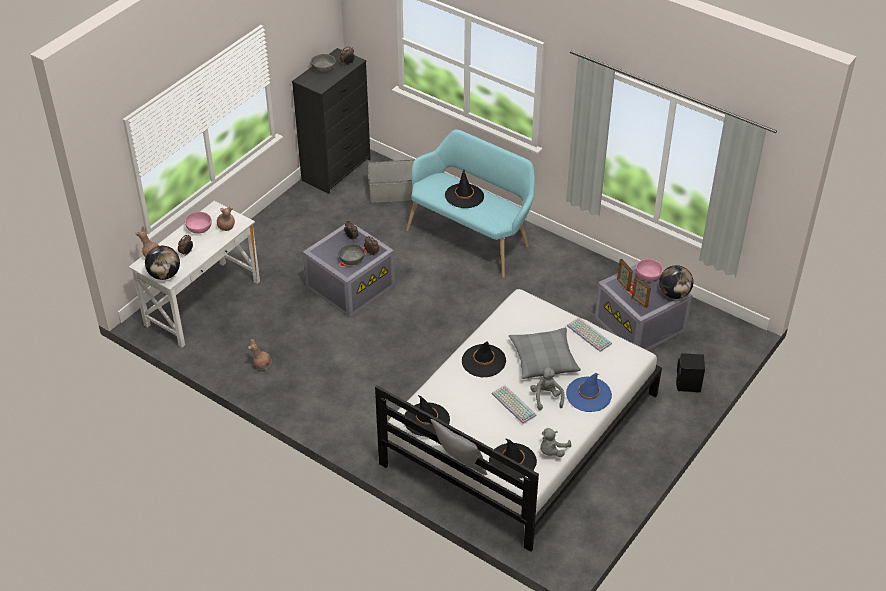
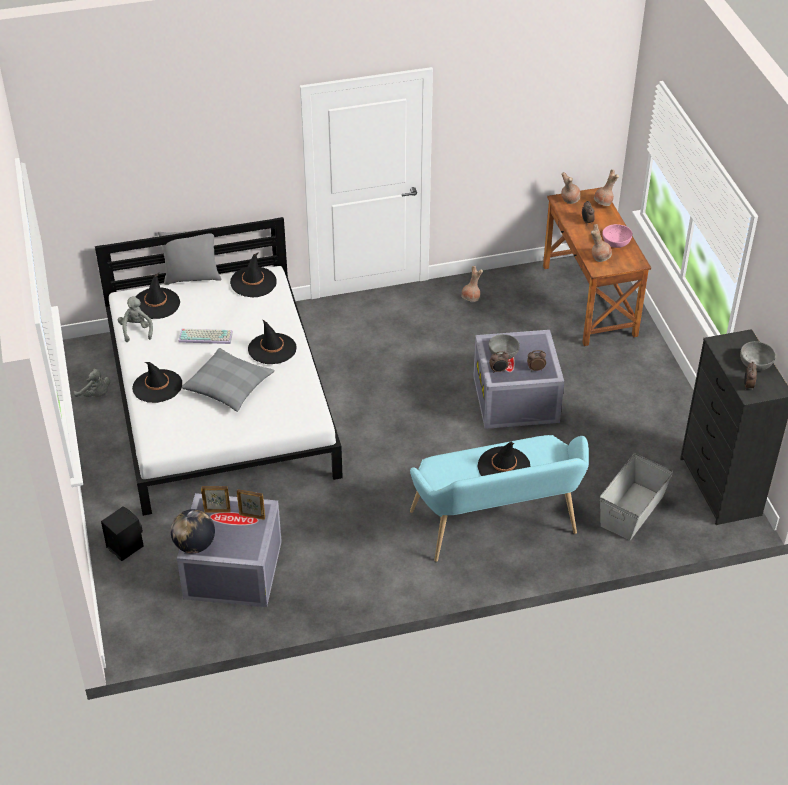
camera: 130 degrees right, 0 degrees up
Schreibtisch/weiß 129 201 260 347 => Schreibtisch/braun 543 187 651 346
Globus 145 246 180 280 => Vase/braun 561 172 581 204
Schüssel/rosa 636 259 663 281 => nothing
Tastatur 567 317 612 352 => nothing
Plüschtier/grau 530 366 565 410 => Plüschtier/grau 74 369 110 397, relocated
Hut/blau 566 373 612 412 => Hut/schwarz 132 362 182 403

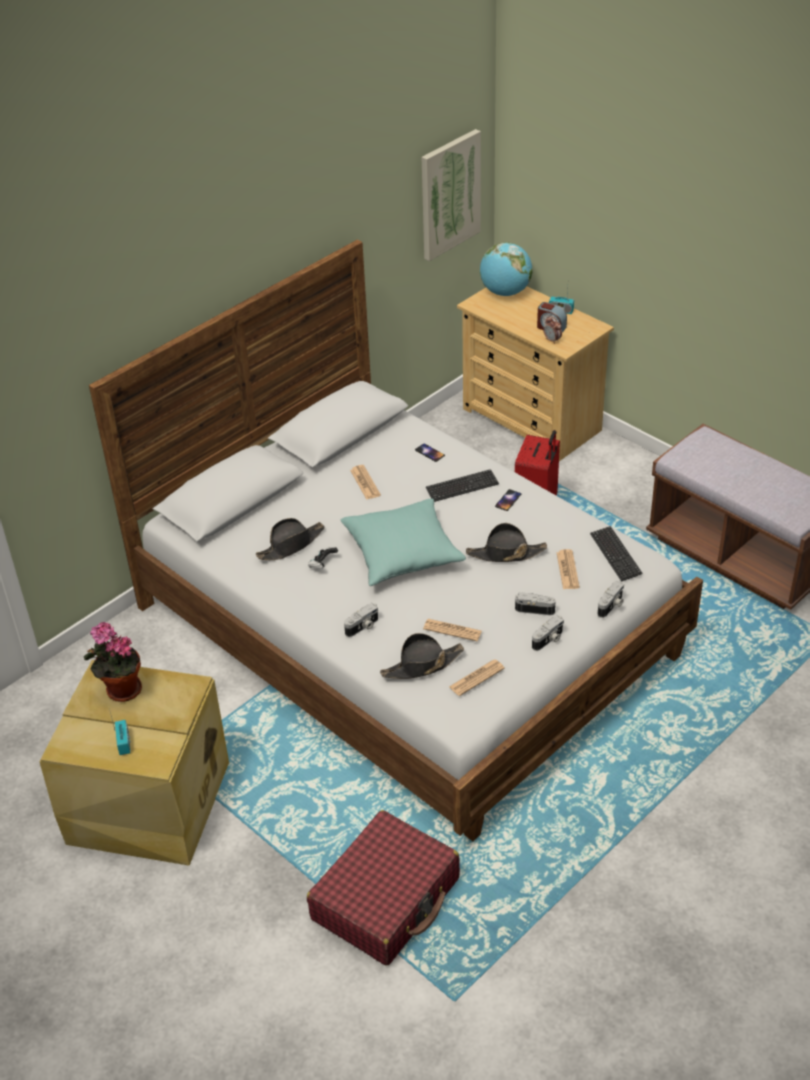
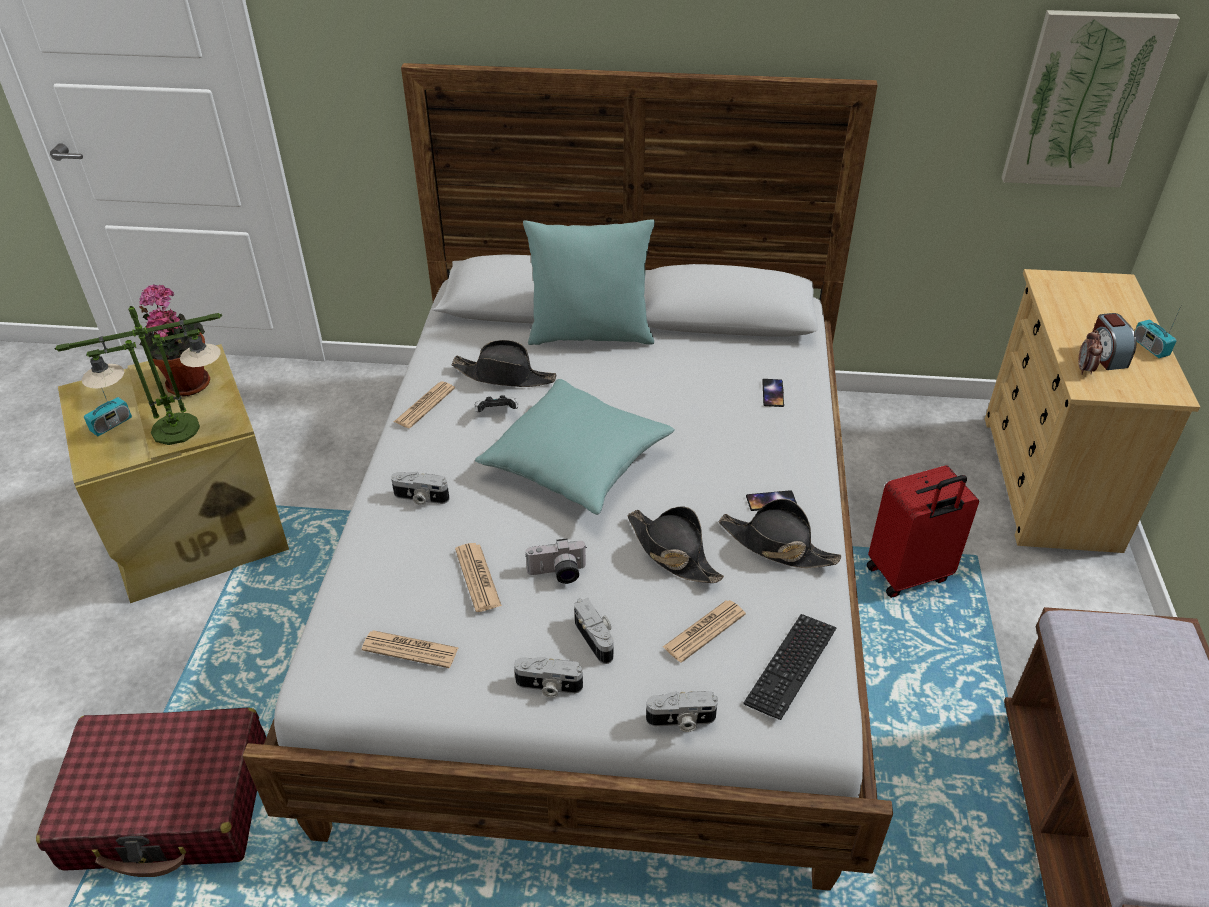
camera: 50 degrees right, 0 degrees up
Globus 480 242 533 296 => nothing
Zeitung 350 465 381 500 => Zeitung 394 382 455 428, relocated
Tastatur 426 469 499 502 => nothing
Hut/schwarz 380 633 464 679 => Hut/schwarz 719 499 841 568, relocated
nothing => Kissen/türkis 523 220 655 345
nothing => Tischlampe 54 306 222 445
nothing => Kamera 525 538 586 584

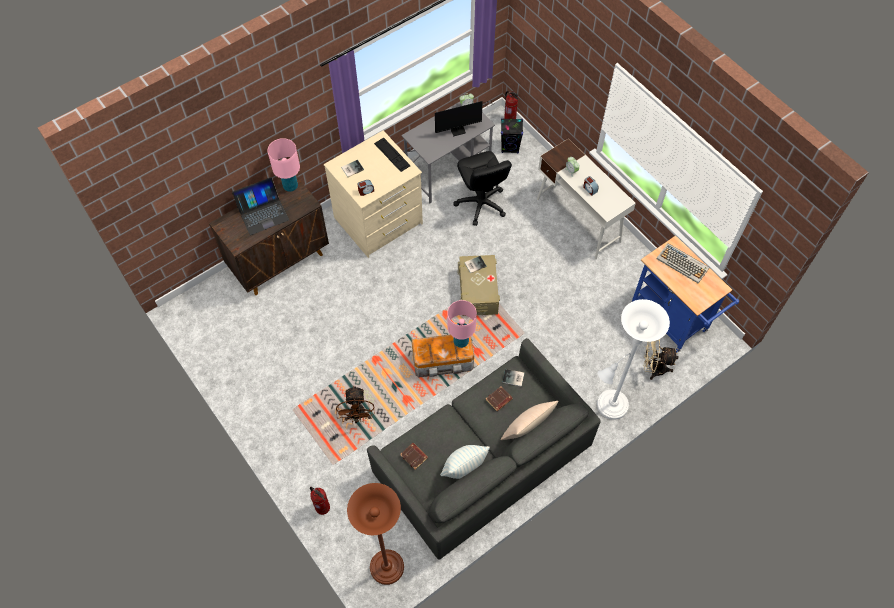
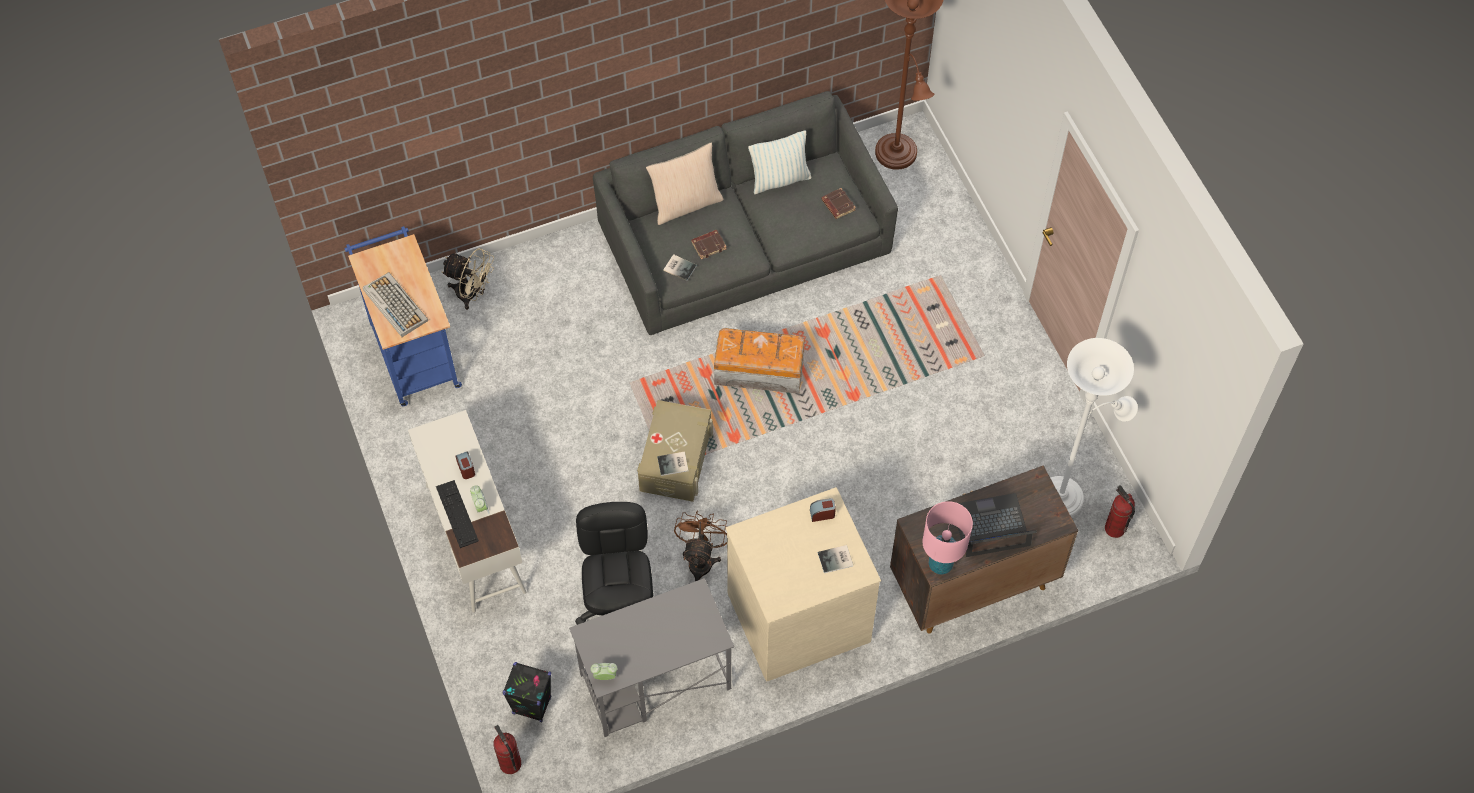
camera: 165 degrees left, 0 degrees up
Monitor 435 100 494 137 => nothing
Tastatur 374 137 411 172 => Tastatur 436 480 479 548, relocated
Stehlampe/weiß 597 299 670 420 => Stehlampe/weiß 1050 338 1138 517, relocated
Tischlampe/rosa 447 300 477 348 => nothing
Ventilator/braun 336 386 374 423 => Ventilator/braun 674 510 727 581, relocated
Feuerlöscher 310 487 330 515 => Feuerlöscher 1105 485 1135 538, relocated

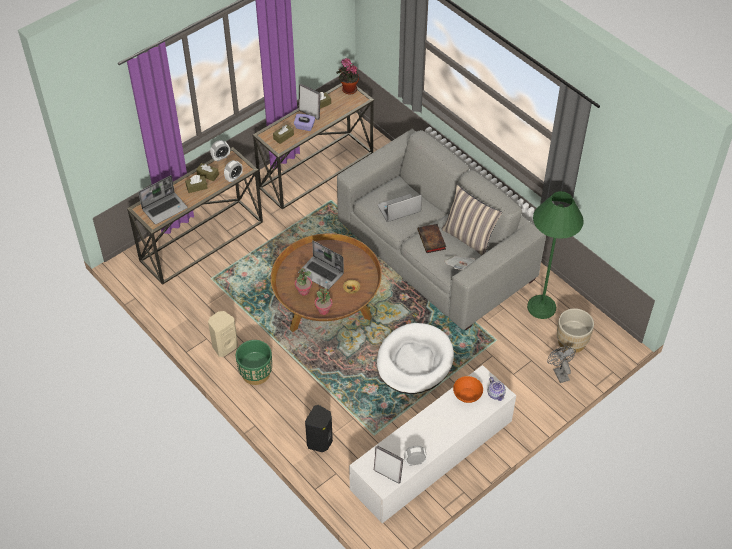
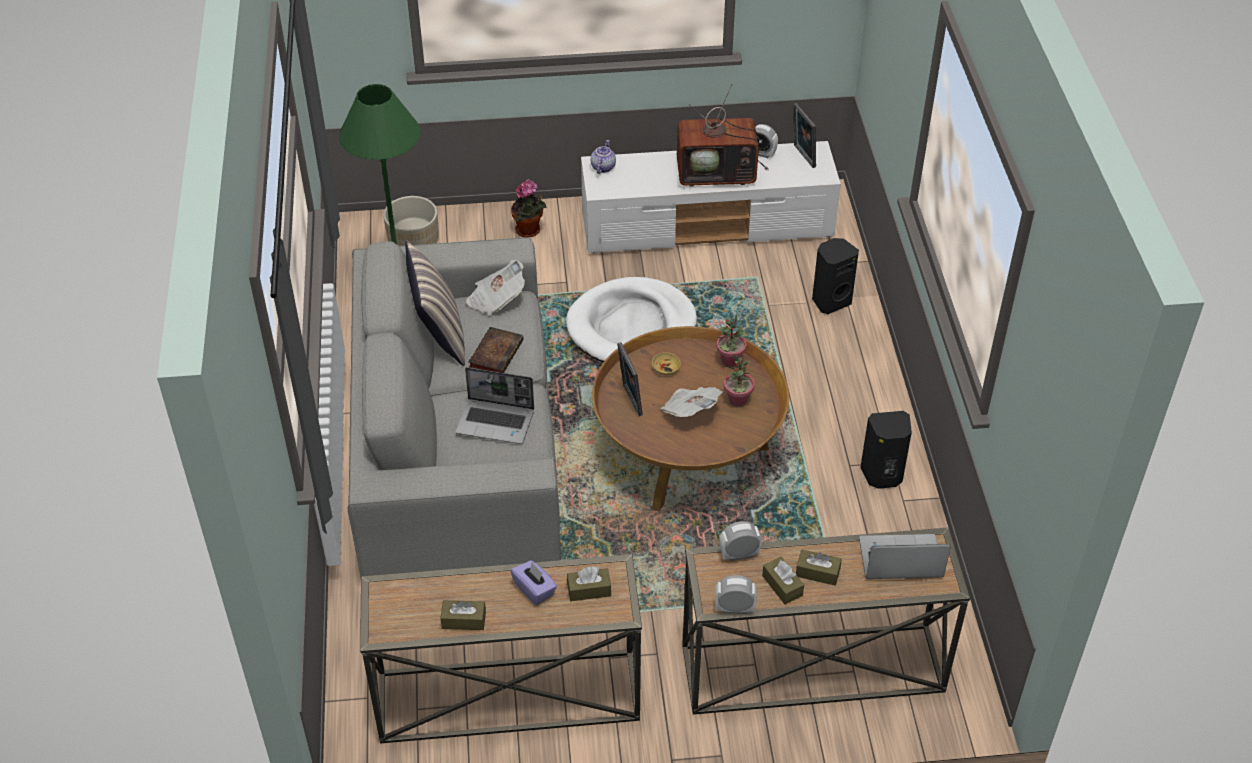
camera: 145 degrees left, 5 degrees down
Topfpflanze 336 58 359 95 => Topfpflanze 511 179 546 238, relocated
Bilderrahmen 299 84 321 120 => Bilderrahmen 617 342 643 416, relocated
Laptop 298 240 344 290 => Zeitung 660 387 723 417
Lautsprecher/beige 208 311 238 357 => Lautsprecher/schwarz 860 411 912 489
Pflanzkübel/grün 236 340 272 385 => nothing
Ventilator/grau 547 346 576 383 => nothing
Schüssel/orange 453 376 483 403 => nothing
nothing => Fernseher 677 84 769 187

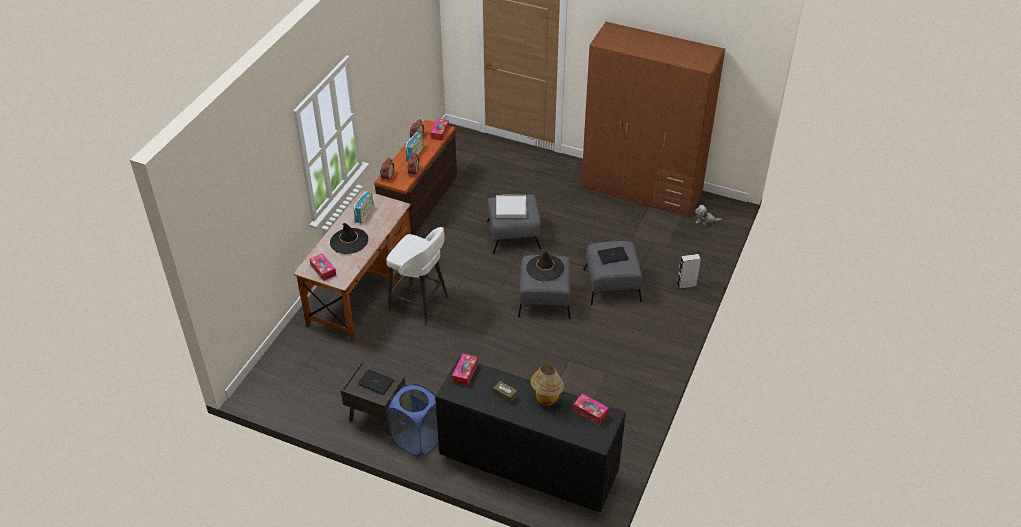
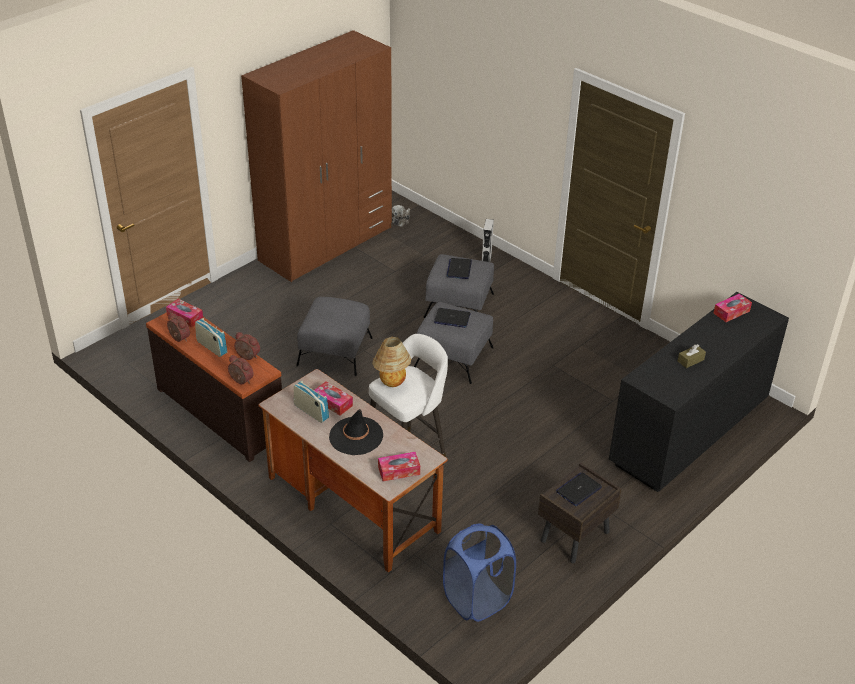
camera: 70 degrees left, 5 degrees down
Tablett/weiß 496 195 527 218 => nothing
Hut/schwarz 526 251 564 281 => Laptop 434 308 470 328
Taschentuchbox 452 353 478 386 => Taschentuchbox 314 382 353 415, relocated
Tischlampe 531 364 564 406 => Tischlampe 372 337 411 387, relocated
Wäschekorb/blau 387 384 439 457 => Wäschekorb/blau 443 523 516 622, relocated

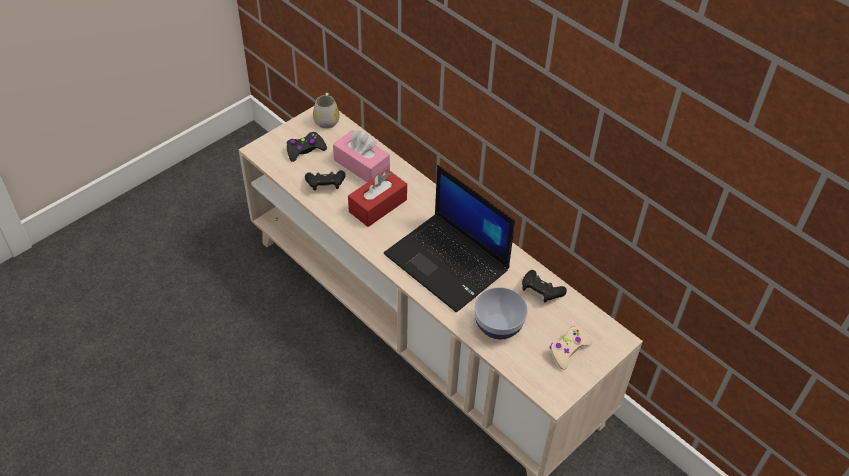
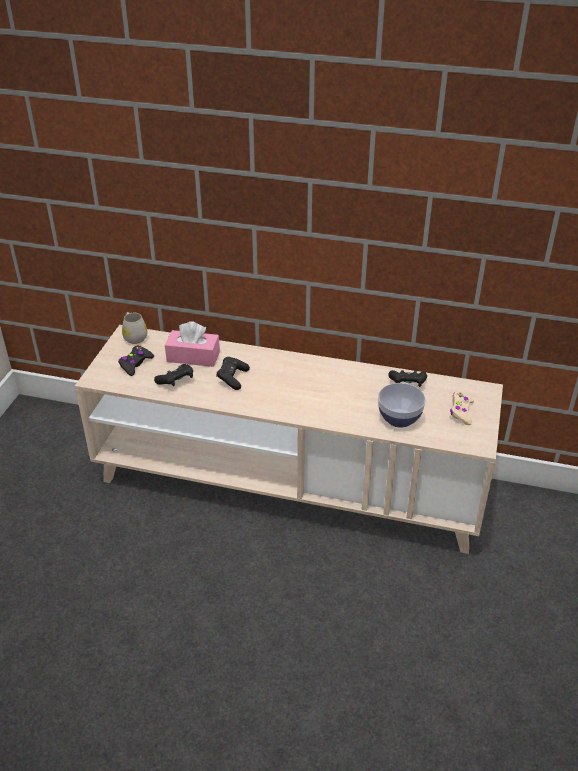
camera: 30 degrees left, 10 degrees down
Laptop 384 165 515 312 => nothing
Taschentuchbox/rot 348 169 407 227 => Gamepad/schwarz 216 357 250 390

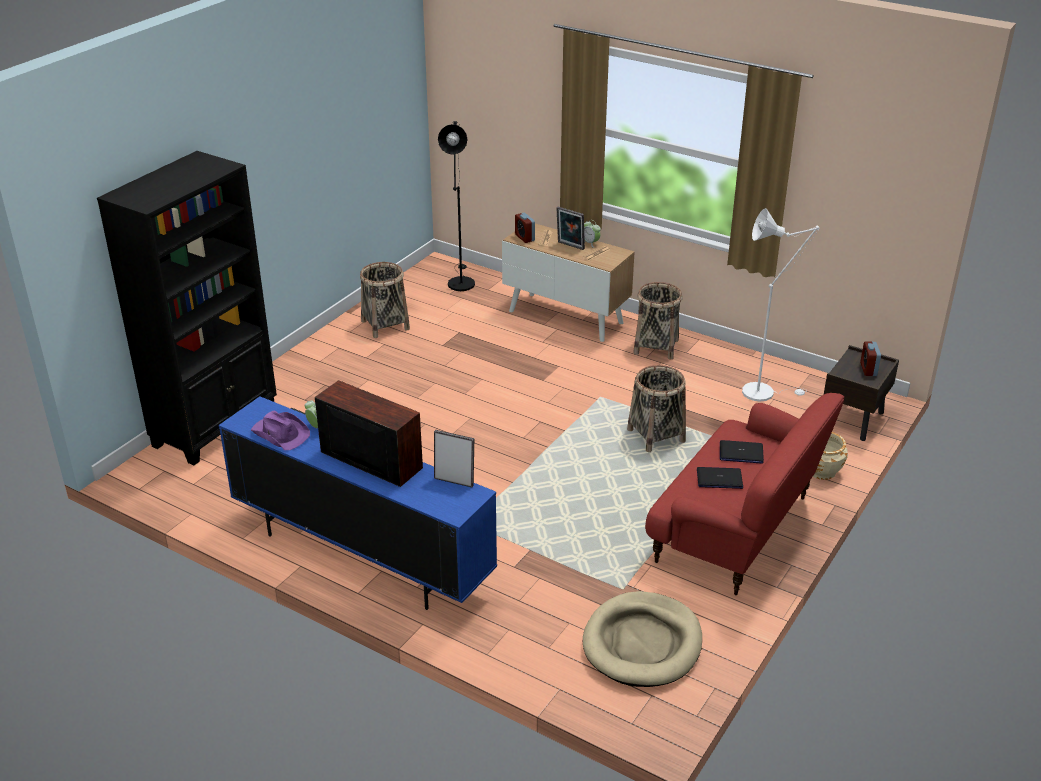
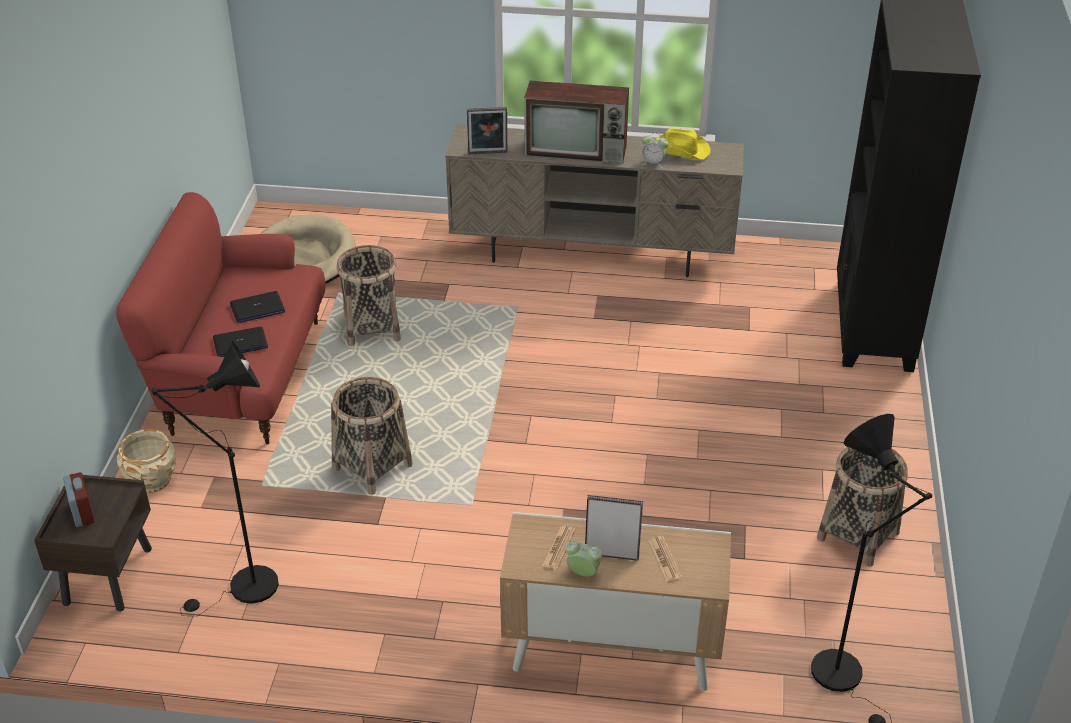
camera: 155 degrees right, 5 degrees up
Stehlampe/weiß 742 208 820 402 => Stehlampe/schwarz 151 341 279 616
Wecker 515 213 535 243 => nothing
Korb 633 282 682 360 => Korb 337 245 401 347, relocated
Fernsehschrank/blau 219 396 497 610 => Fernsehschrank/beige 445 125 744 277
Hut/lila 251 410 310 450 => Hut/gelb 656 128 711 160

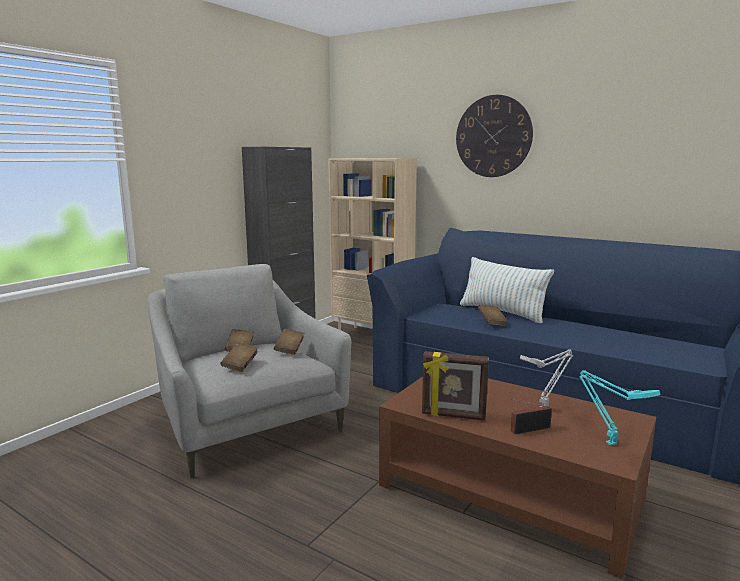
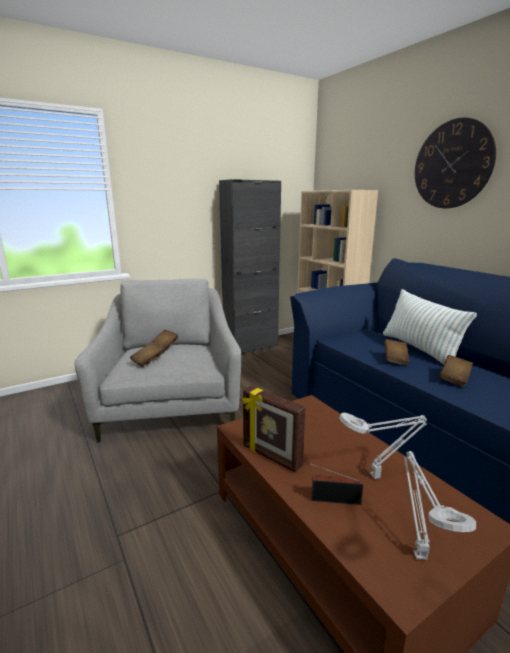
camera: 25 degrees right, 5 degrees up
Buch/braun 274 329 304 355 => Buch/braun 439 355 473 387, relocated
Tischlampe/türkis 579 370 660 445 => Tischlampe/grau 404 451 476 560

